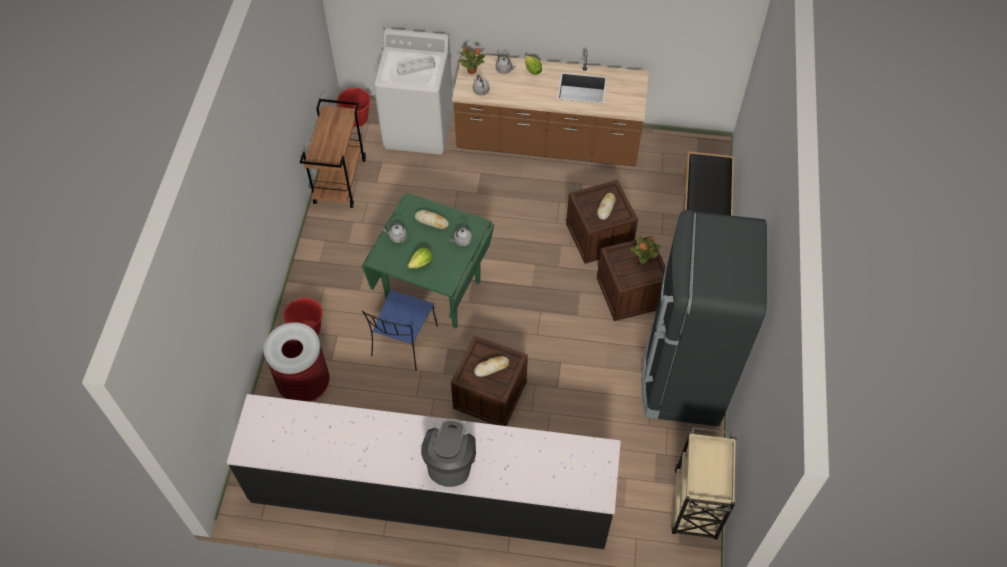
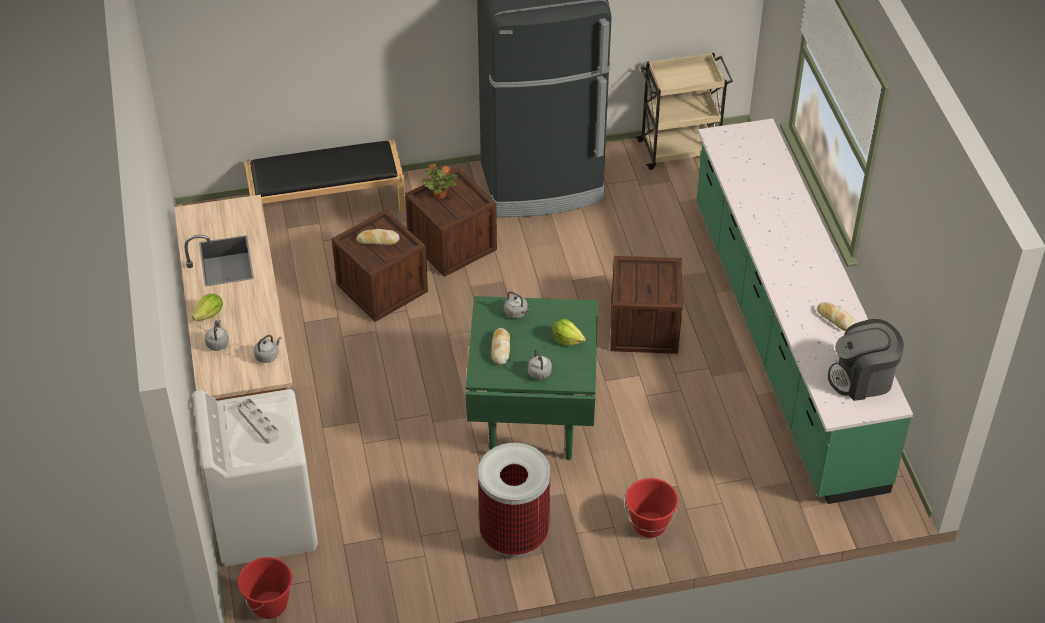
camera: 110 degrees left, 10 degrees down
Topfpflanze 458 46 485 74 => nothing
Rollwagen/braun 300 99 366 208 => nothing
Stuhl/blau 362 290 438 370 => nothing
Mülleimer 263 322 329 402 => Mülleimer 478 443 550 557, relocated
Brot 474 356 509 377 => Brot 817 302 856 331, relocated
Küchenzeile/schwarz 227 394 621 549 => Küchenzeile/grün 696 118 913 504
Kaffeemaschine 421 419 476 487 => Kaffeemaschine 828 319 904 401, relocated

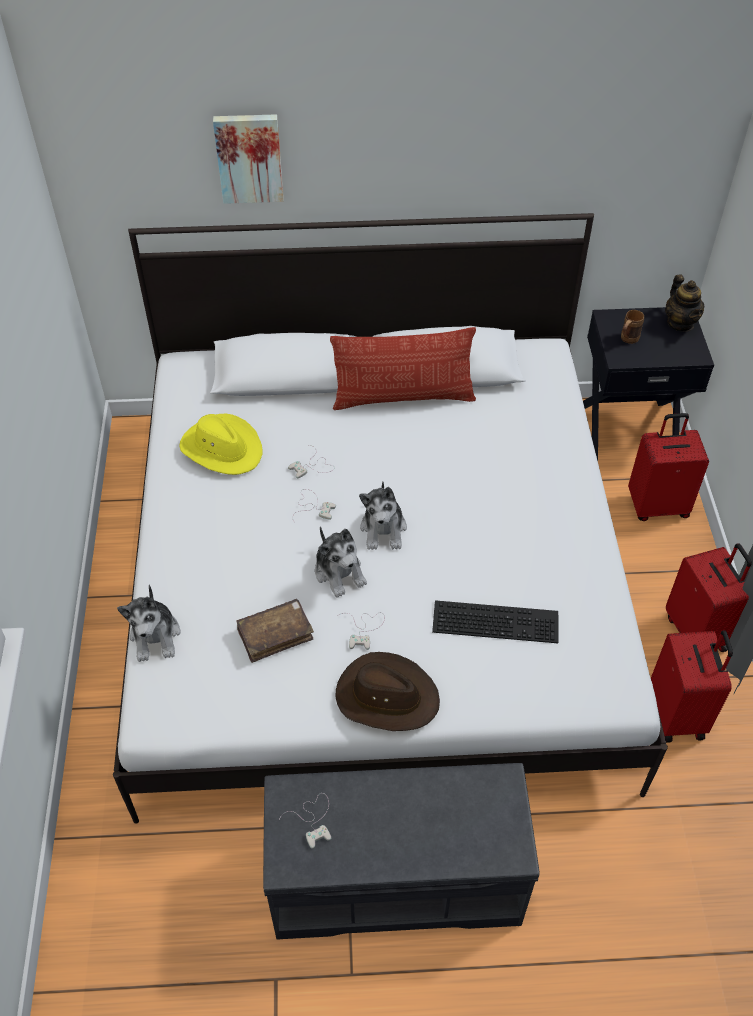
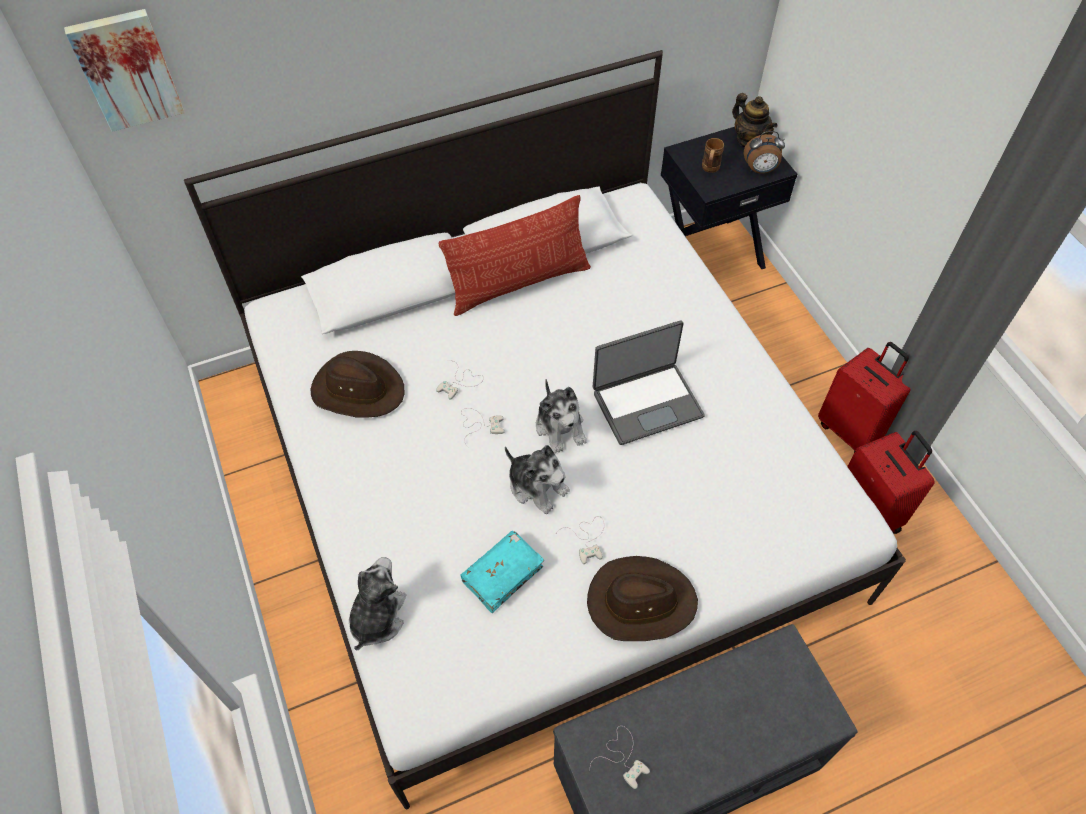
camera: 20 degrees left, 5 degrees up
Bild 213 114 284 204 => Bild 64 9 185 132, relocated
Koffer/rot 628 413 709 521 => nothing
Hut/gelb 179 414 262 475 => Hut/braun 311 351 405 418
Plüschtier 117 585 180 662 => Plüschtier 349 557 406 651, 135 degrees counterclockwise
Buch/braun 236 599 314 663 => Buch/türkis 461 531 544 613
Tastatur 432 600 558 643 => nothing
nothing => Wecker 744 131 785 174
nothing => Laptop 593 320 705 445

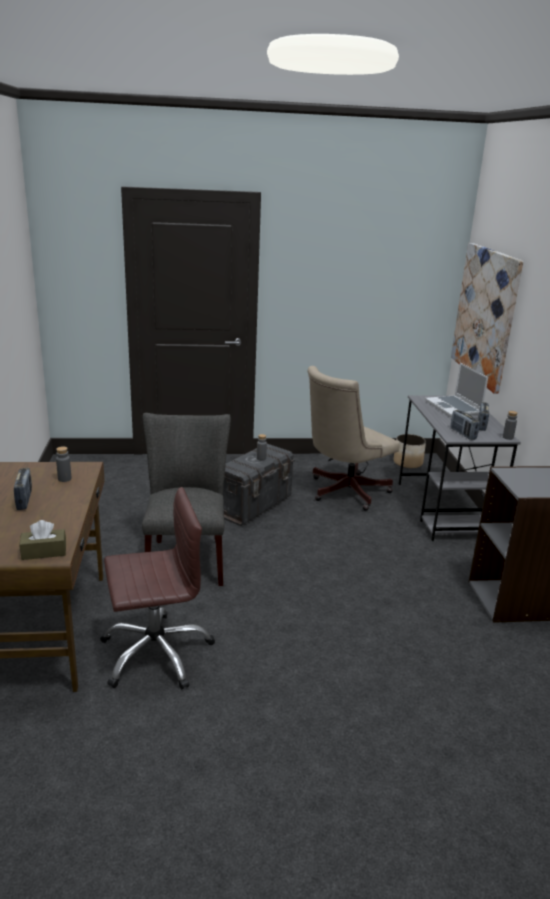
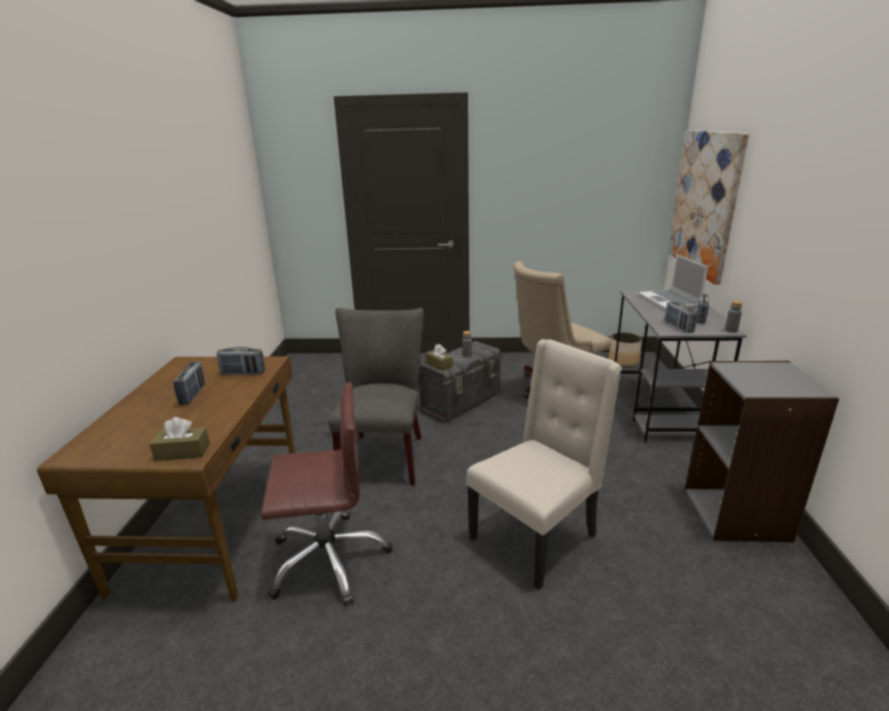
camera: 10 degrees right, 0 degrees up
Flasche/grau 56 446 72 482 => Radio 217 347 265 375
nothing => Stuhl/beige 466 339 622 590
nothing => Taschentuchbox/braun 425 344 453 371

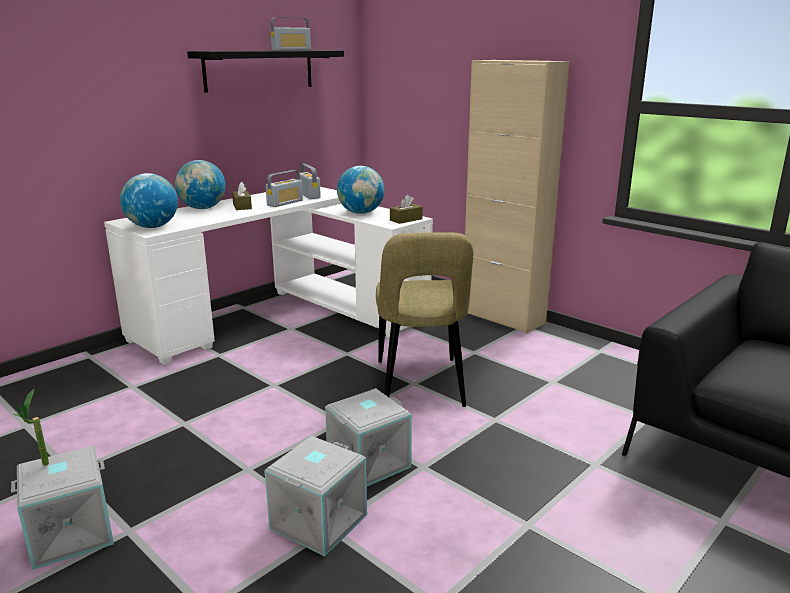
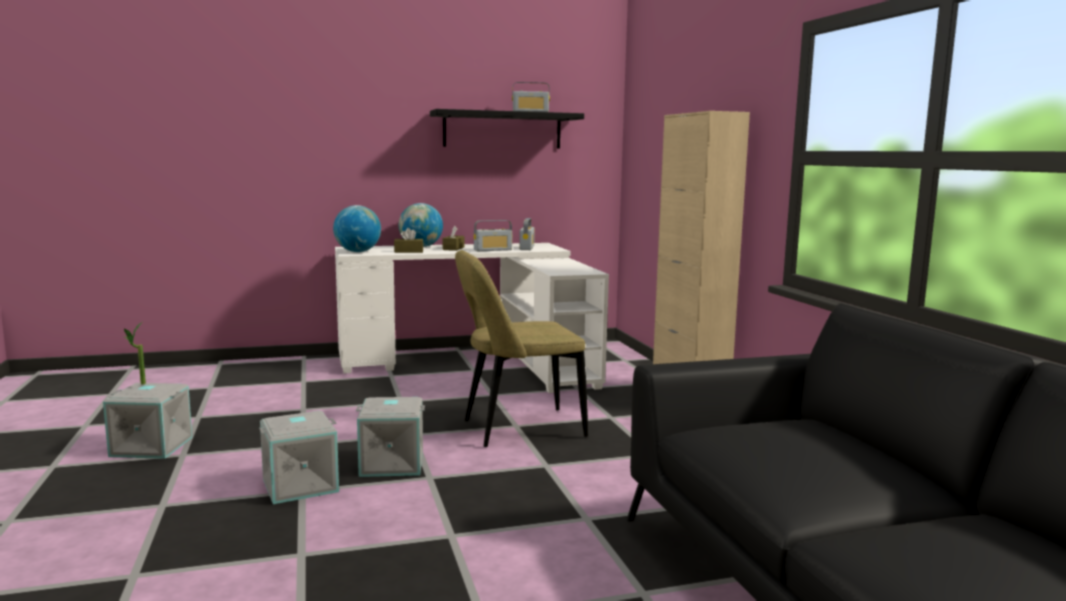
camera: 30 degrees right, 10 degrees down
Globus 337 166 385 214 => nothing
Taschentuchbox/braun 390 195 423 224 => Taschentuchbox/braun 394 228 423 253, relocated
Stuhl/beige 376 232 474 407 => Stuhl/beige 455 250 588 447, 45 degrees clockwise

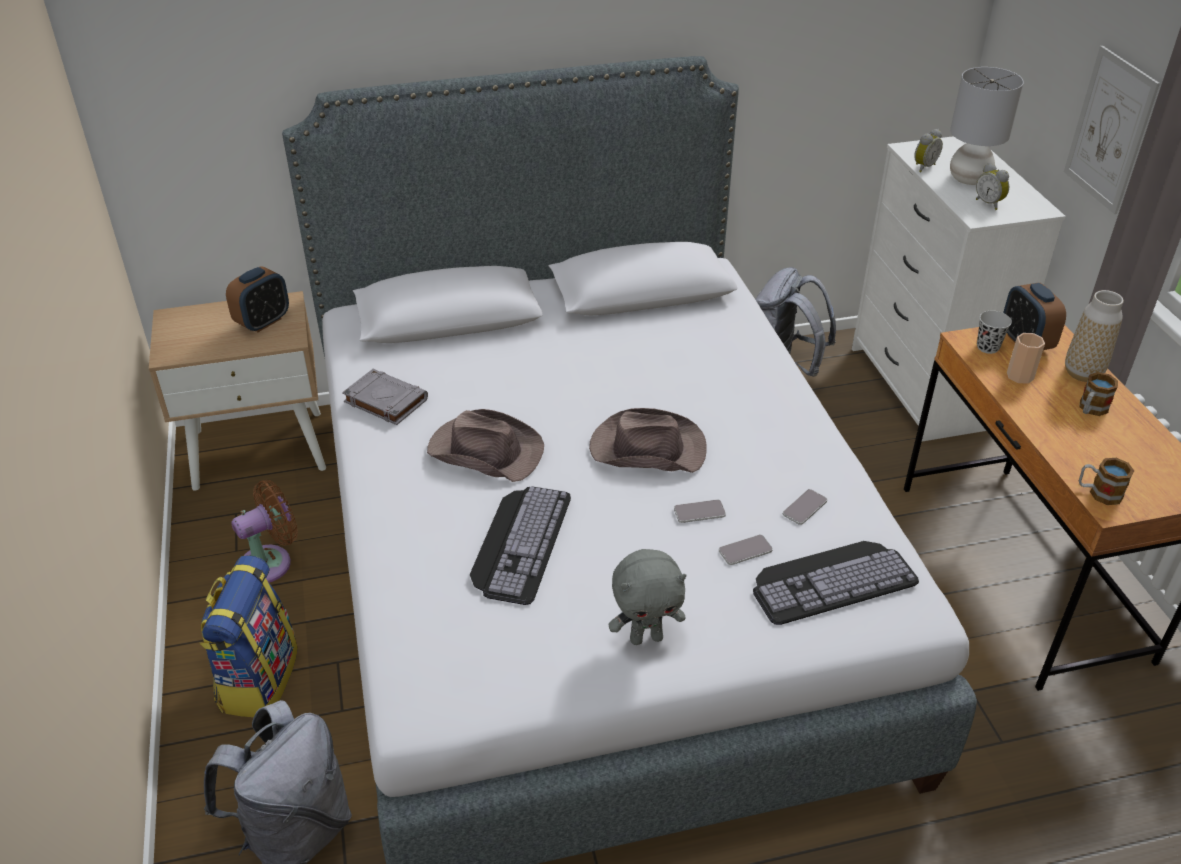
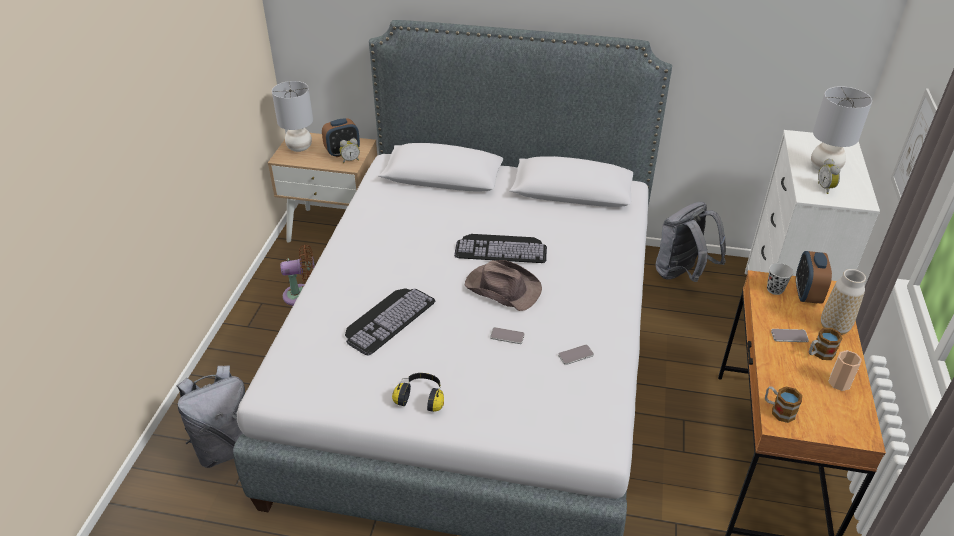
camera: 25 degrees right, 0 degrees up
Wecker 914 129 943 172 => Wecker 340 138 360 163, relocated
Tasse 1007 333 1045 384 => Tasse 828 350 862 391, relocated
Buch/grau 342 369 428 425 => nothing
Hut/braun 427 409 544 482 => nothing
Handy 719 534 773 565 => Handy 771 329 809 342, relocated
Tastatur 753 541 919 625 => Tastatur 454 234 547 263, relocated
Plüschtier/grau 608 549 686 645 => Kopfhörer 392 373 444 412
Rucksack 200 555 298 717 => nothing
nothing => Tischlampe/grau 272 81 313 152

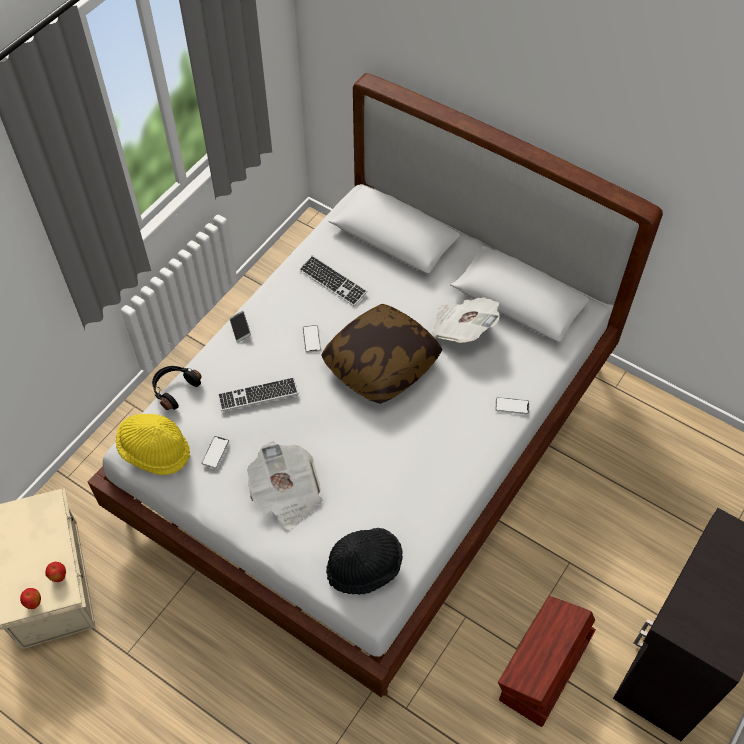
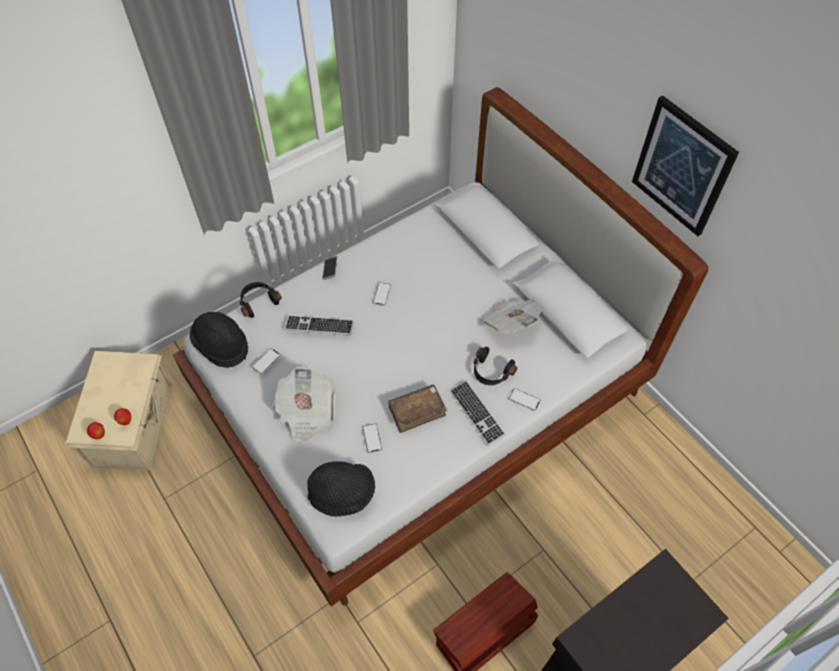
camera: 20 degrees right, 0 degrees up
Tastatur 299 255 368 307 => Tastatur 450 380 506 446, relocated
Kissen 321 304 443 404 => nothing
Hut/gelb 115 414 190 475 => Hut/schwarz 190 312 248 368
nothing => Bild 632 95 739 236
nothing => Kopfhörer/schwarz 473 346 518 385
nothing => Buch/braun 388 384 447 433
nothing => Handy 362 423 382 453

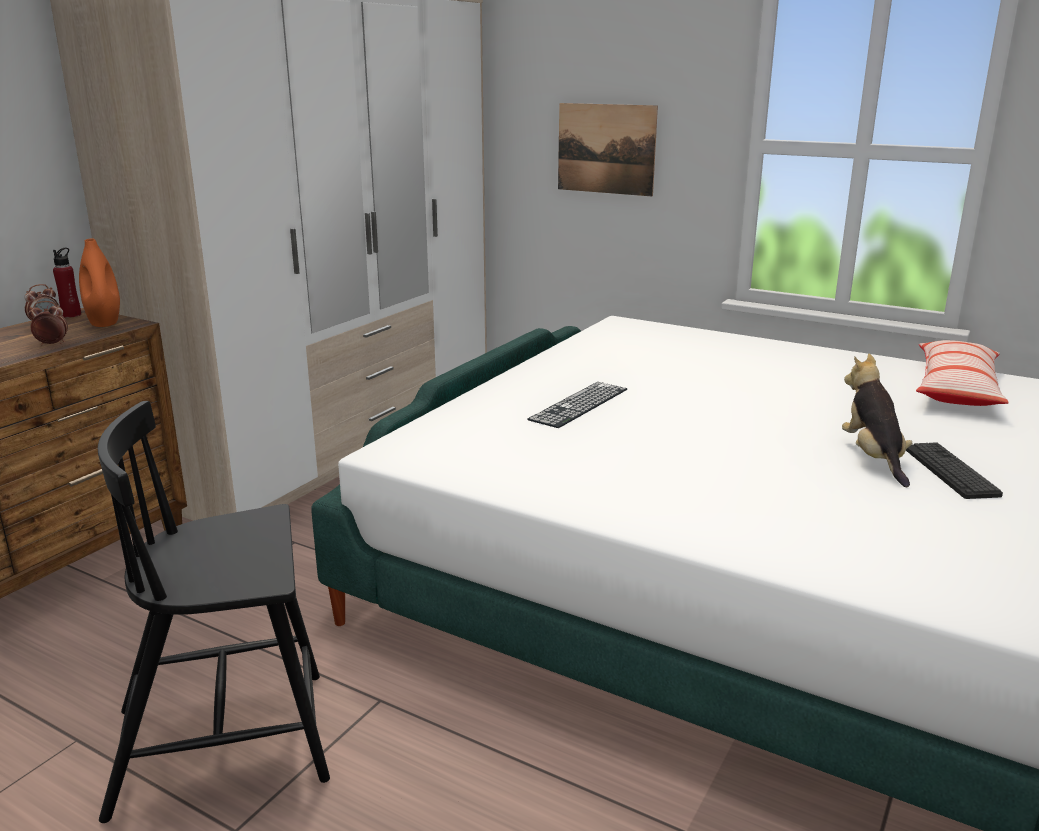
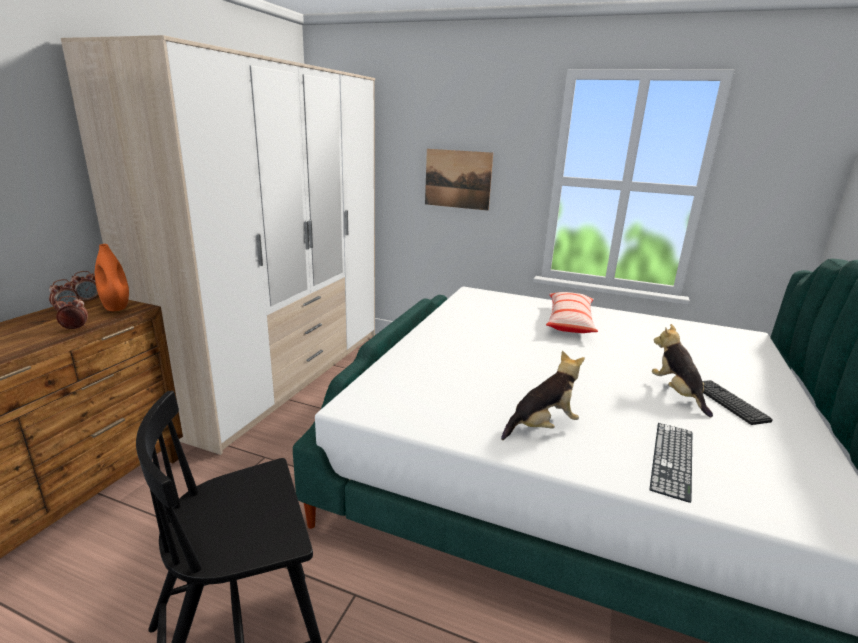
camera: 10 degrees left, 0 degrees up
Flasche/rot 53 248 81 318 => Wecker 71 271 98 300
Kissen 916 340 1009 406 => Kissen 546 292 598 333, relocated
Tastatur 527 382 627 428 => Tastatur 650 423 692 503, relocated
nothing => Plüschtier 501 351 585 440

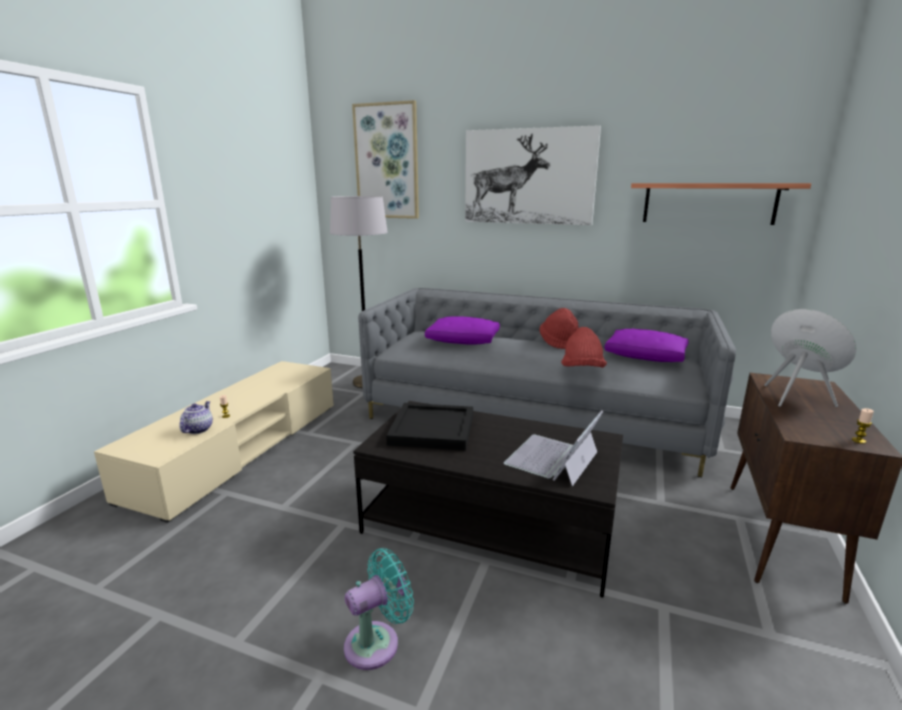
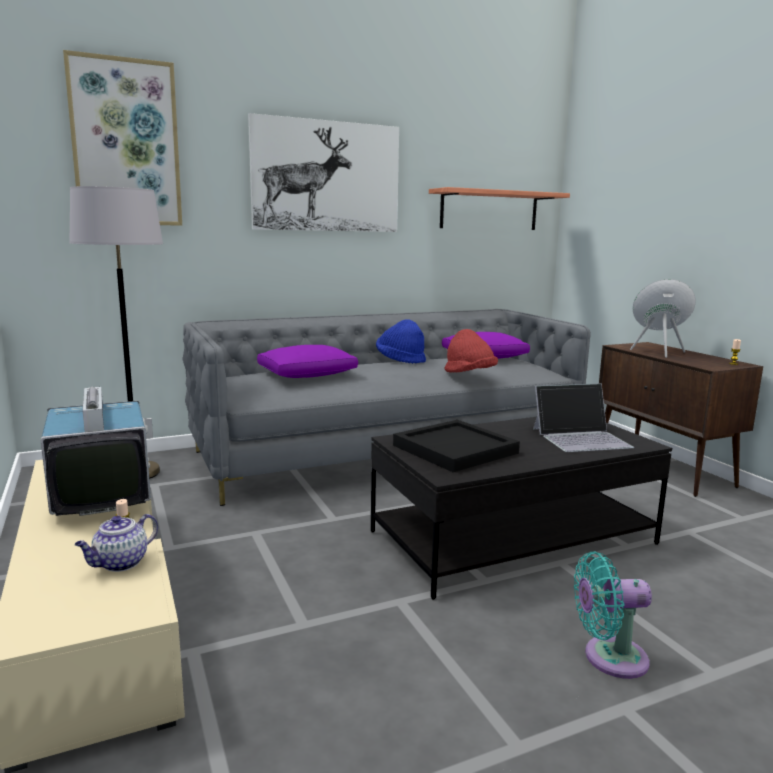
camera: 45 degrees left, 5 degrees down
Hut/rot 539 308 579 349 => Hut/blau 376 319 426 364
Teekanne 179 401 213 434 => Teekanne 75 514 158 572, 105 degrees counterclockwise
Laptop 504 410 604 486 => Laptop 533 384 634 452, 90 degrees counterclockwise
Ventilator/türkis 344 548 414 670 => Ventilator/türkis 574 551 652 679, 105 degrees counterclockwise
nothing => Fernseher 41 387 153 516

